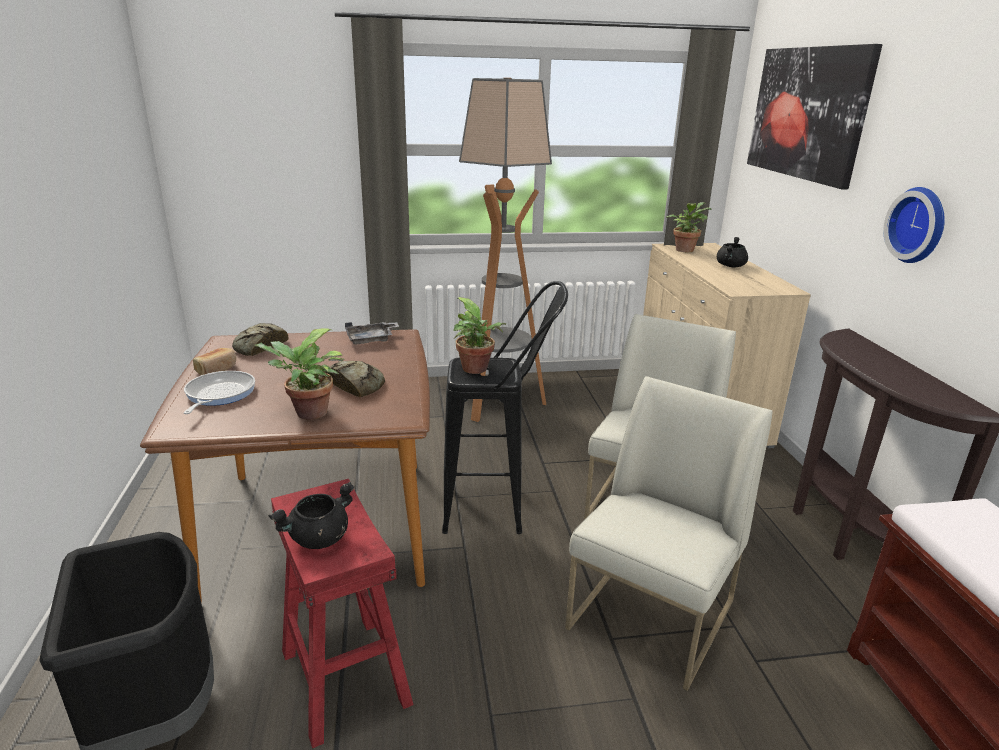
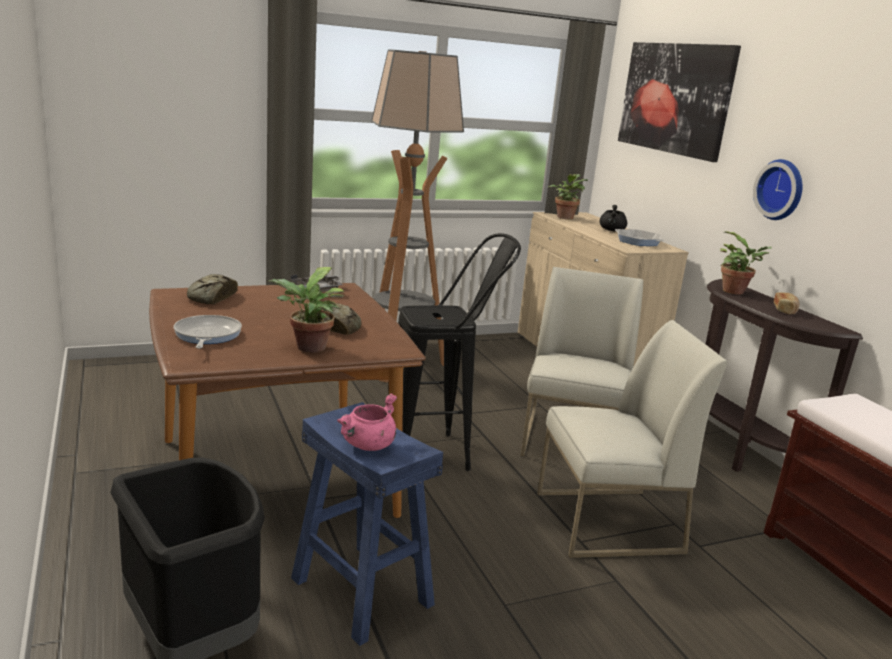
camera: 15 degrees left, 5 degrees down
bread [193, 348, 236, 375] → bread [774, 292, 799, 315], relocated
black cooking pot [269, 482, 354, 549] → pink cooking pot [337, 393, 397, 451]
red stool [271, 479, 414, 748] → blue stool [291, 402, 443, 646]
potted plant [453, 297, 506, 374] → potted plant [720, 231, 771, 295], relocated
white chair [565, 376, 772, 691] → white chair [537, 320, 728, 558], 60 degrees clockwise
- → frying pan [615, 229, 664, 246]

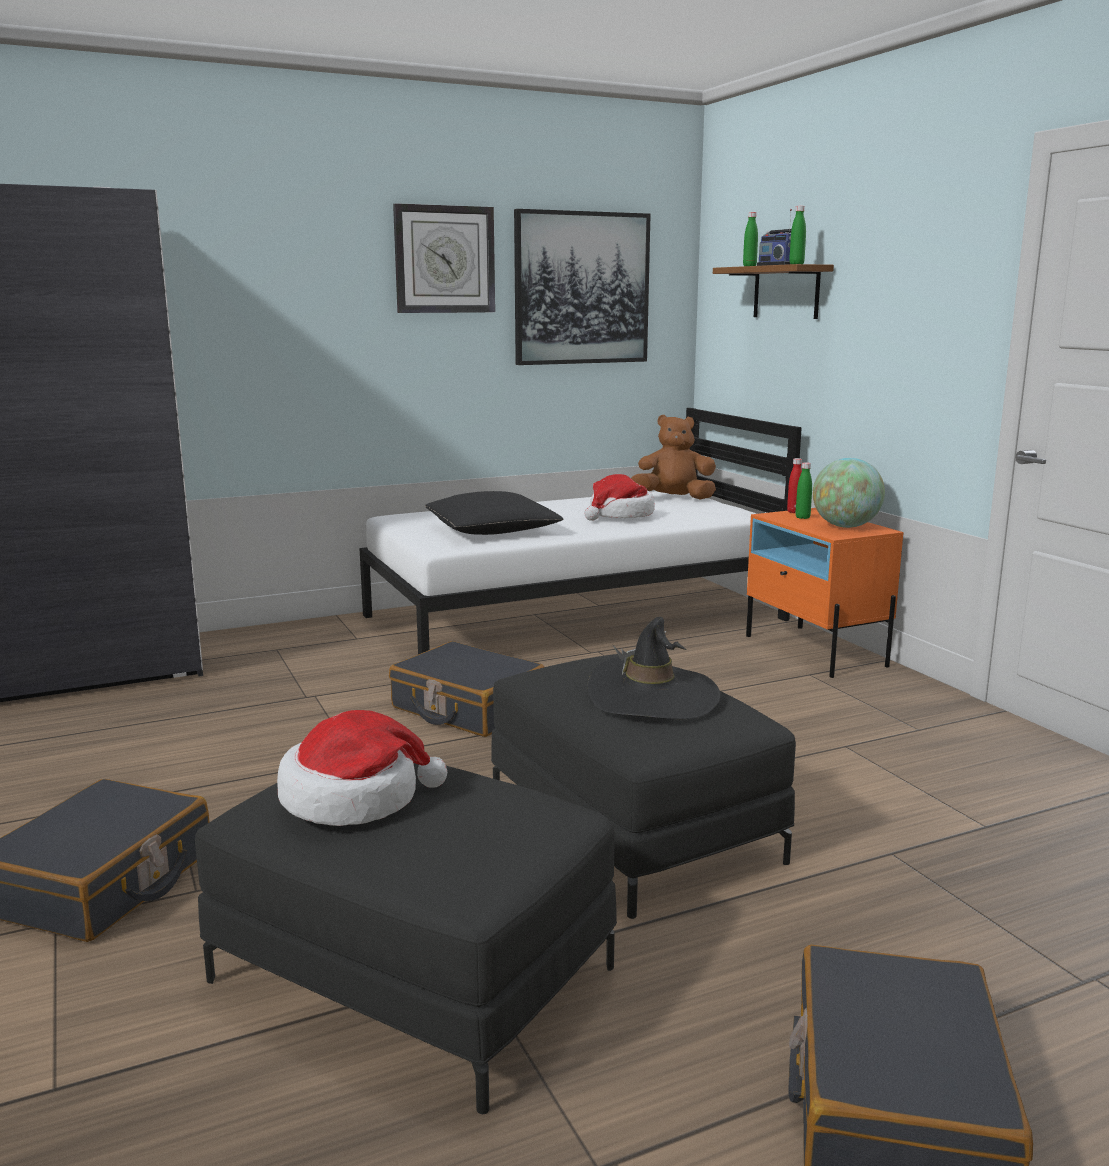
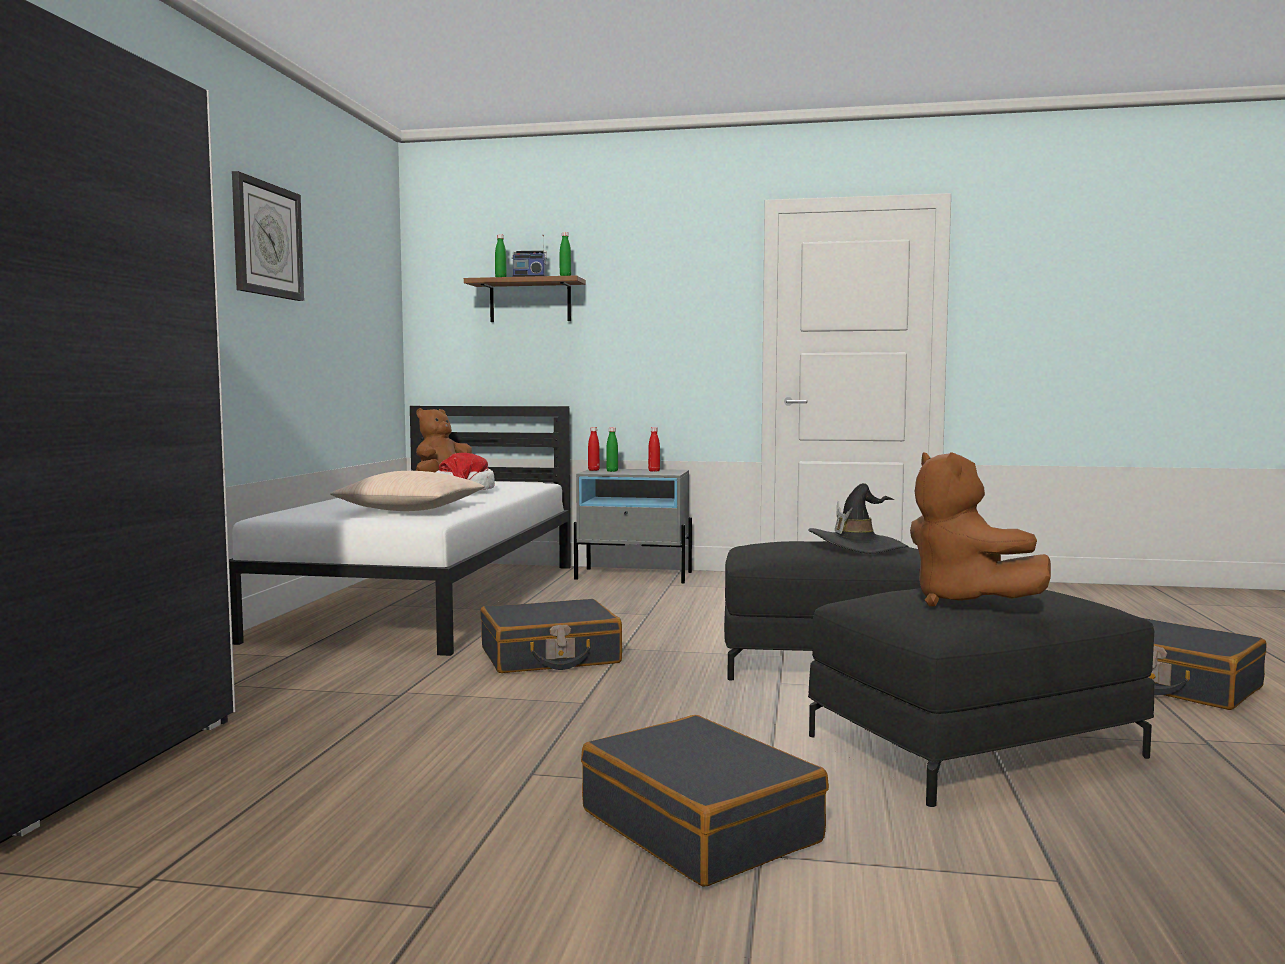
camera: 55 degrees left, 10 degrees down
hat [277, 710, 447, 826] → brown plush toy [910, 452, 1051, 606]
black pillow [425, 491, 563, 535] → beige pillow [330, 471, 485, 511]
picture [514, 209, 651, 365] → -
orange nightstand [746, 508, 904, 678] → grey nightstand [574, 468, 692, 583]
globe [813, 458, 885, 528] → red bottle [648, 427, 660, 472]

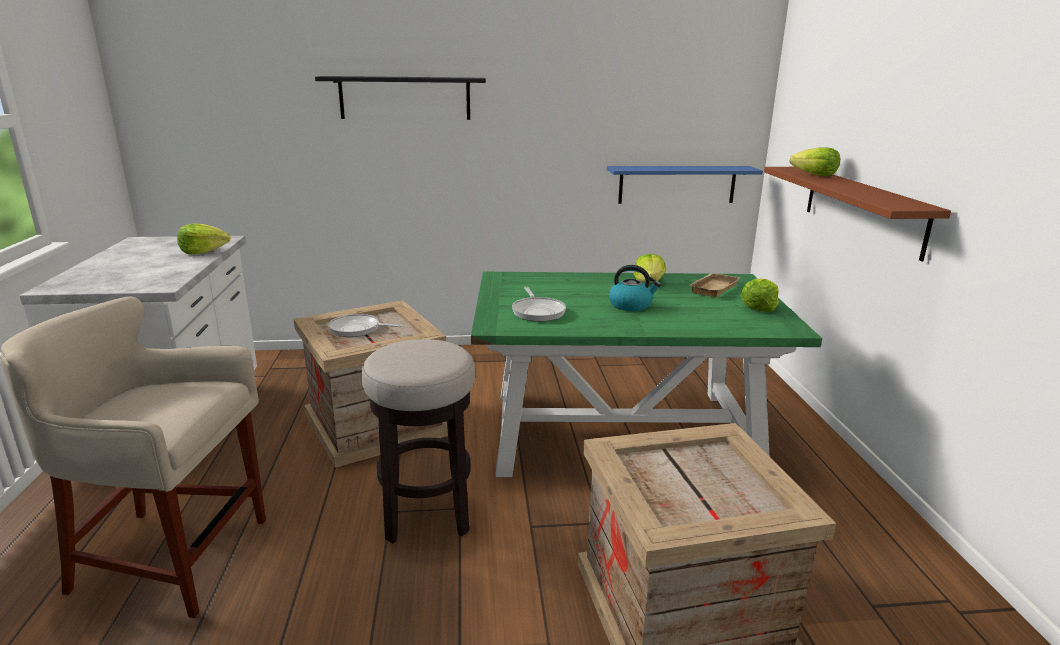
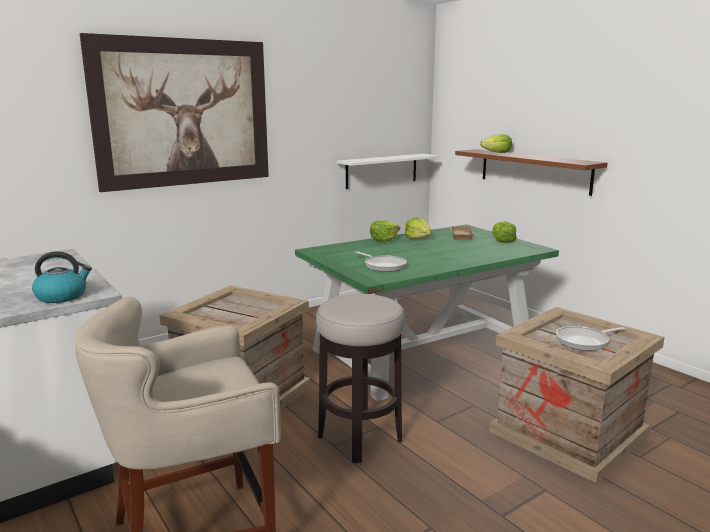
camera: 30 degrees left, 5 degrees down
lettuce [177, 223, 231, 254] → lettuce [370, 220, 400, 242], relocated
black shelf [315, 76, 486, 120] → picture [80, 33, 269, 192]
frying pan [328, 314, 403, 337] → frying pan [556, 326, 625, 351], relocated
blue shelf [607, 166, 763, 204] → white shelf [337, 154, 439, 189]
kettle [609, 265, 661, 311] → kettle [32, 252, 92, 303], relocated

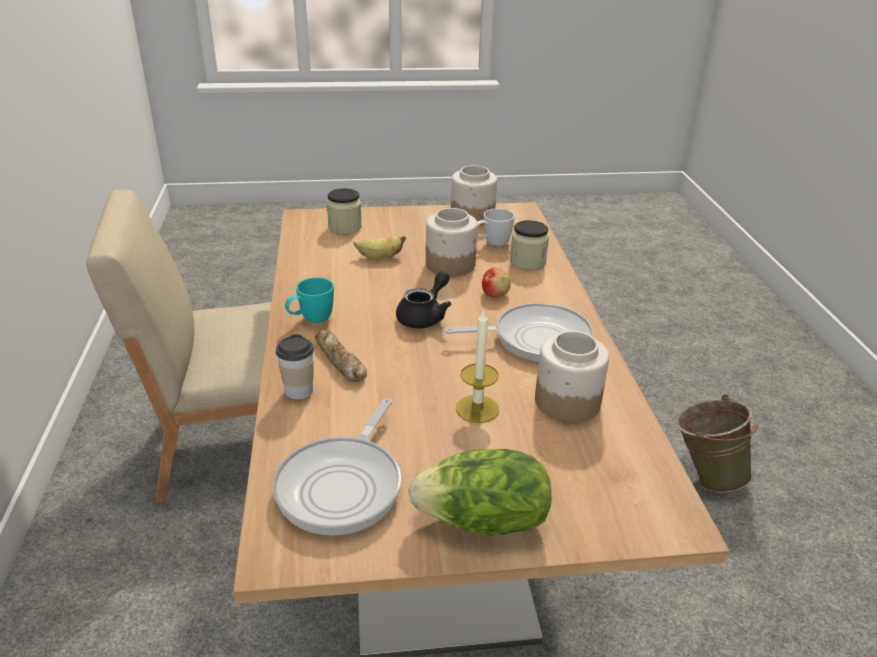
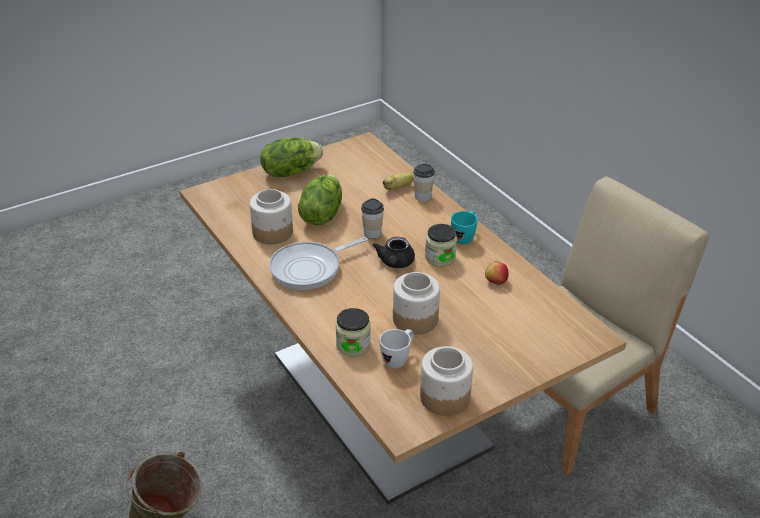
camera: 155 degrees right, 5 degrees up
frying pan [273, 398, 401, 535] → -
bread [315, 329, 367, 382] → -
jar [327, 188, 362, 234] → jar [425, 224, 457, 267], relocated
banana [354, 235, 406, 259] → banana [383, 173, 414, 190], relocated
candle [456, 309, 499, 423] → lettuce [298, 175, 342, 225]
apple [482, 268, 511, 297] → apple [485, 261, 509, 285], relocated
- → cup [361, 198, 384, 239]

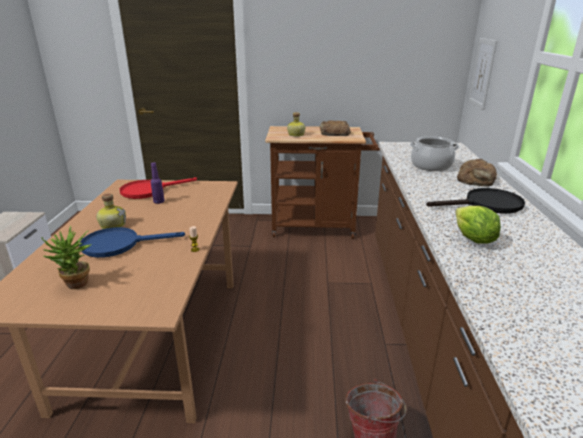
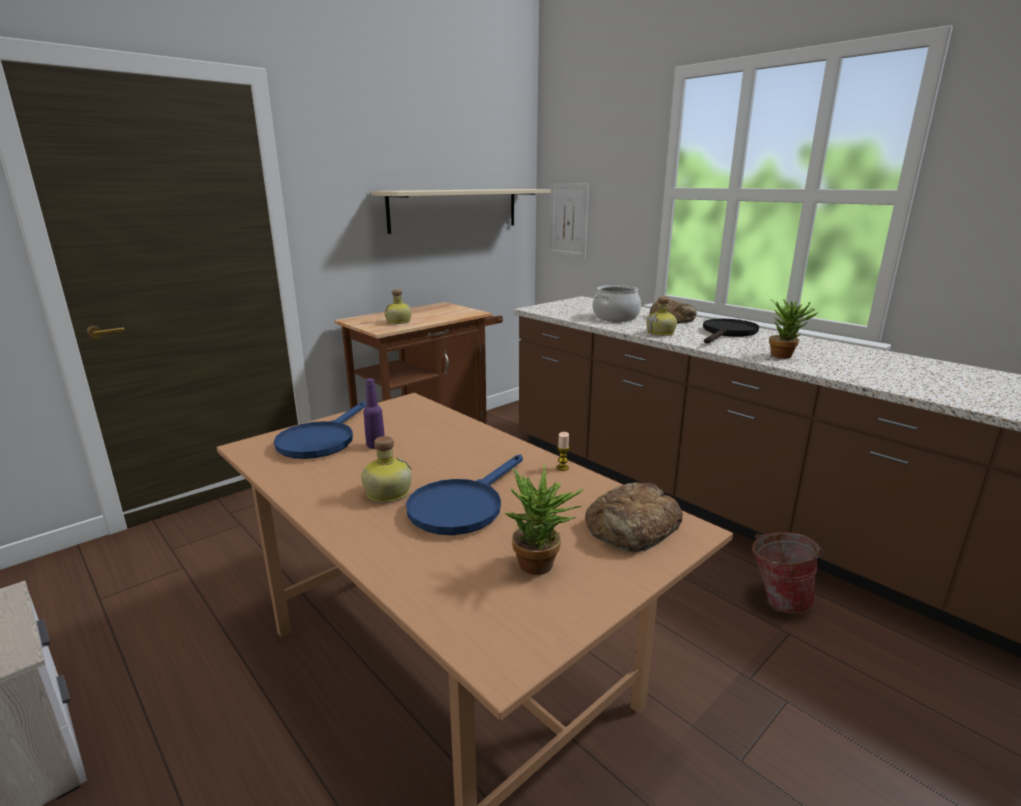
camera: 45 degrees left, 5 degrees down
red frying pan [120, 177, 197, 199] → blue frying pan [274, 401, 366, 459]
bread [320, 121, 351, 136] → bread [585, 482, 683, 552], relocated
lettuce [455, 206, 501, 244] → potted plant [769, 299, 819, 359]
- → beige shelf [371, 189, 551, 234]
- → bottle [646, 297, 677, 336]

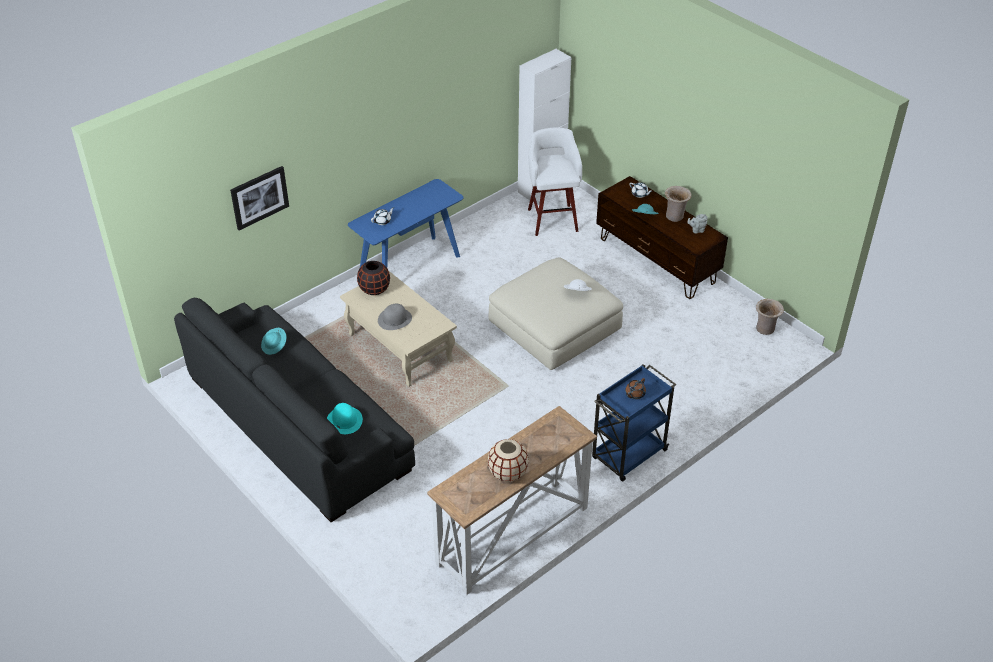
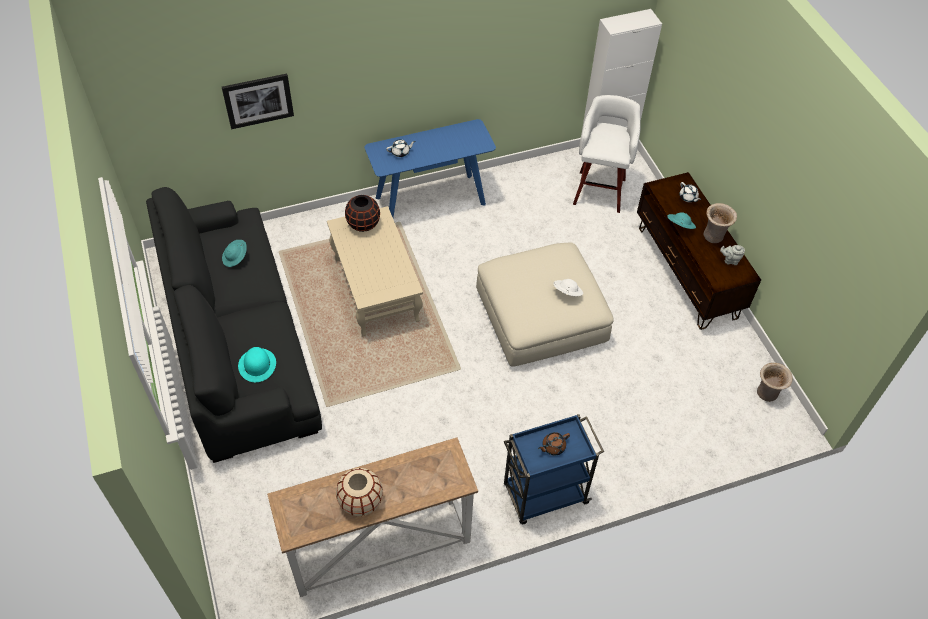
camera: 20 degrees right, 10 degrees up
grey hat [378, 304, 412, 330] → -

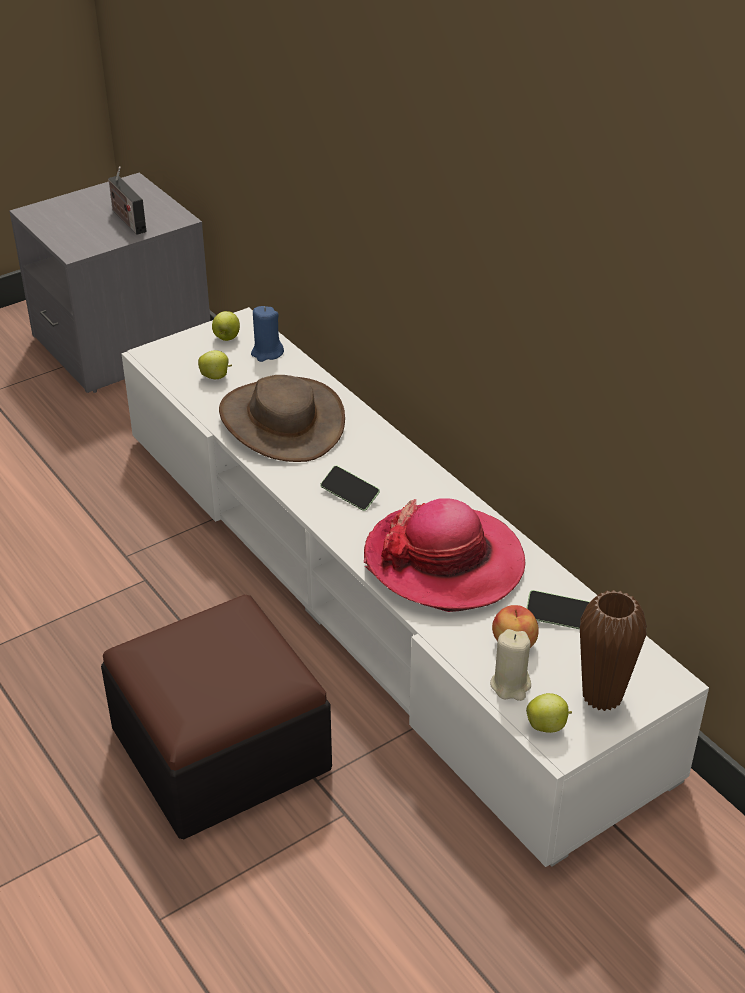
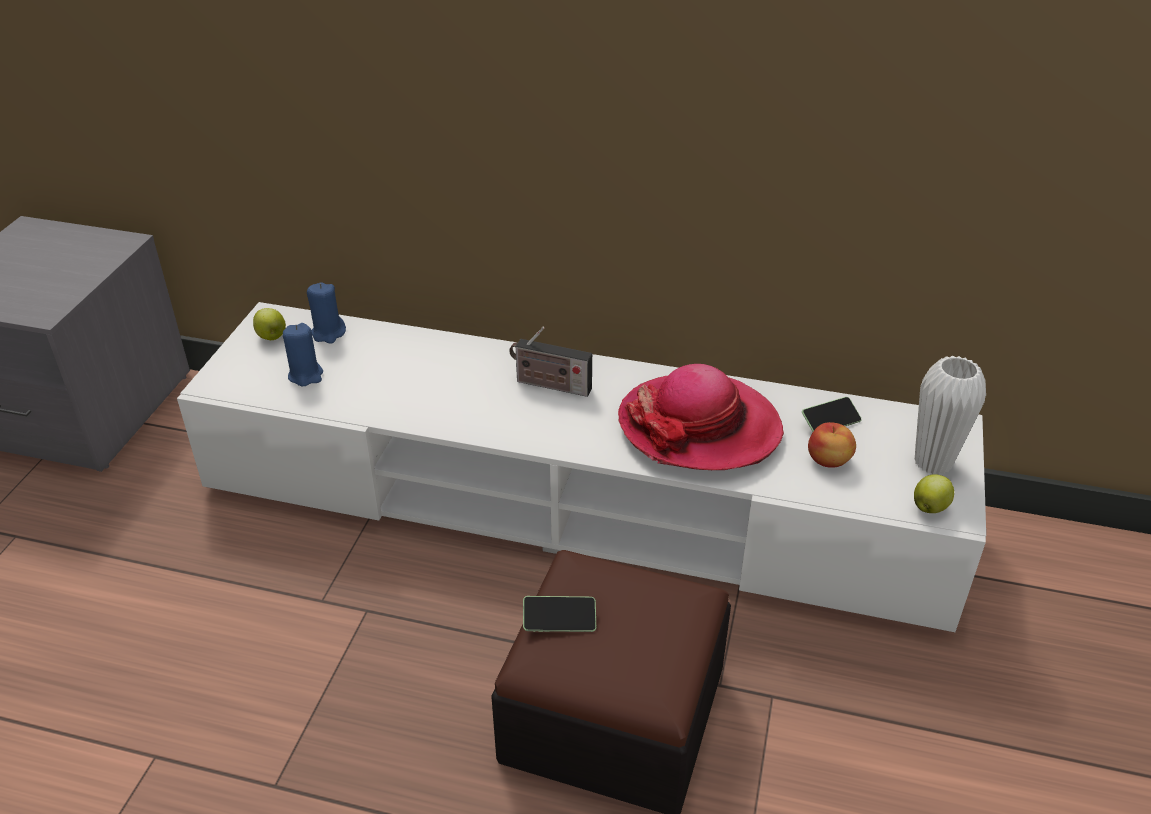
camera: 40 degrees left, 0 degrees up
radio [108, 166, 147, 235] → radio [509, 327, 592, 397], relocated
apple [198, 350, 232, 379] → blue candle [283, 323, 323, 387]
brown hat [219, 375, 345, 462] → -
phone [320, 466, 380, 511] → phone [523, 596, 596, 632], relocated
beige candle [490, 629, 531, 701] → -
brown vase [580, 590, 647, 711] → white vase [915, 356, 986, 475]

